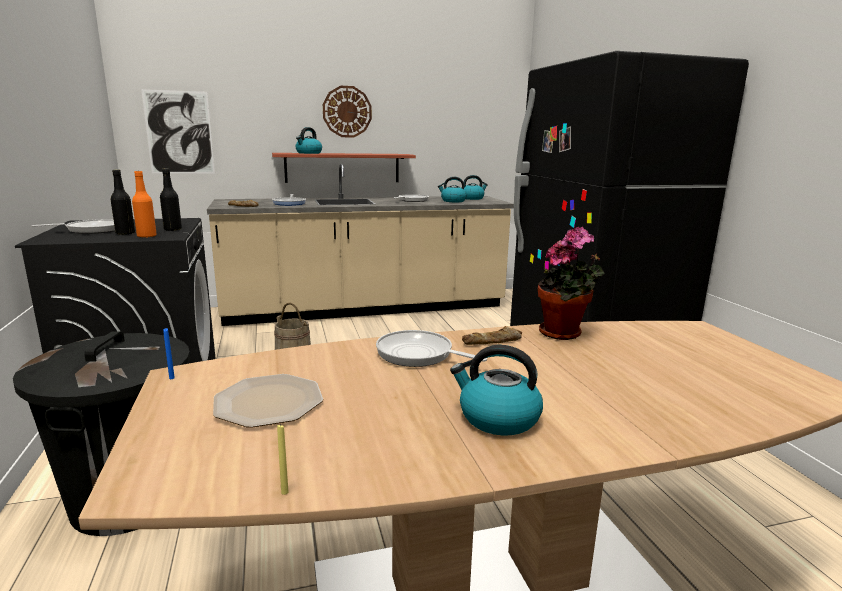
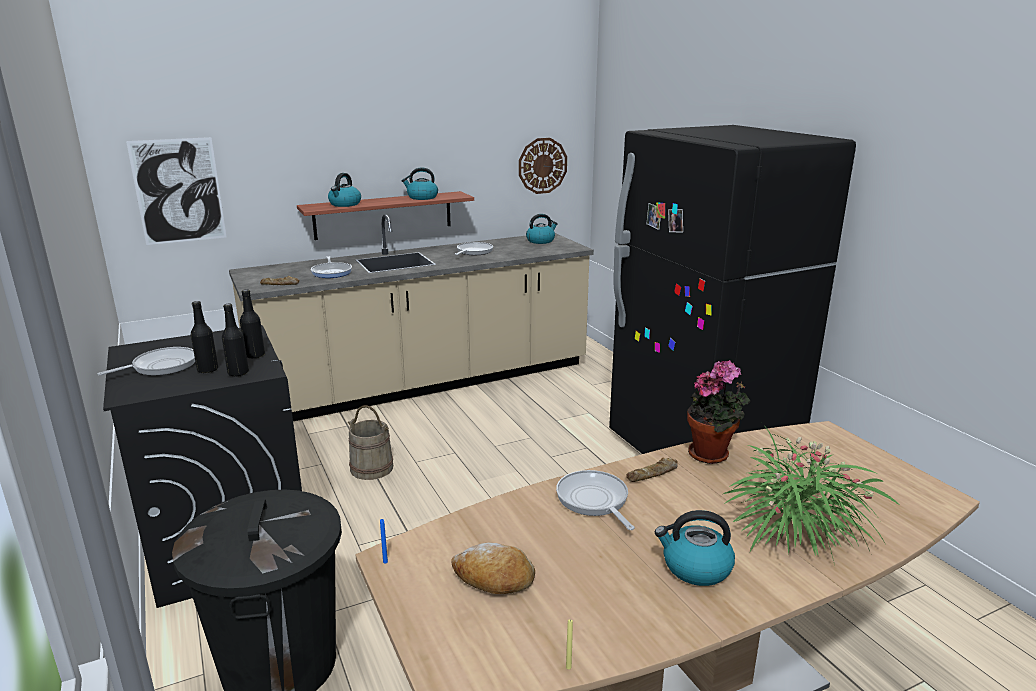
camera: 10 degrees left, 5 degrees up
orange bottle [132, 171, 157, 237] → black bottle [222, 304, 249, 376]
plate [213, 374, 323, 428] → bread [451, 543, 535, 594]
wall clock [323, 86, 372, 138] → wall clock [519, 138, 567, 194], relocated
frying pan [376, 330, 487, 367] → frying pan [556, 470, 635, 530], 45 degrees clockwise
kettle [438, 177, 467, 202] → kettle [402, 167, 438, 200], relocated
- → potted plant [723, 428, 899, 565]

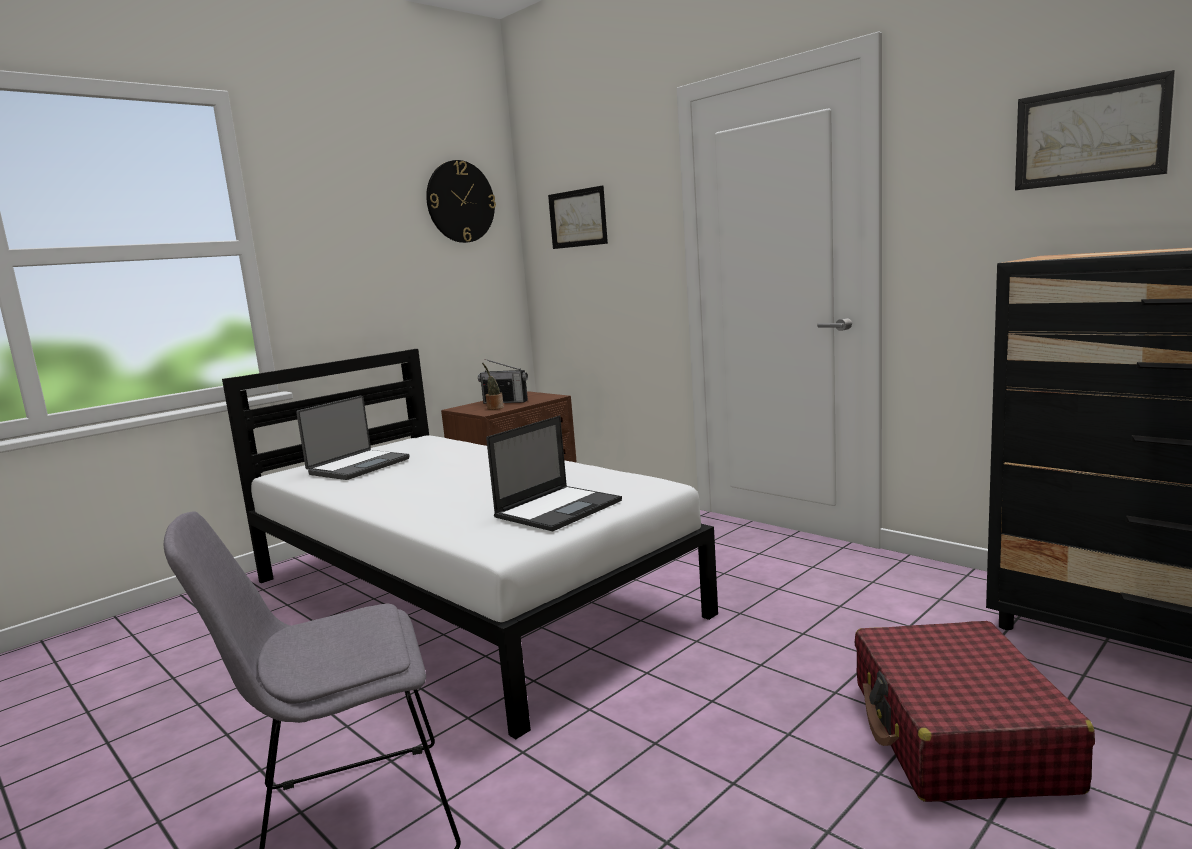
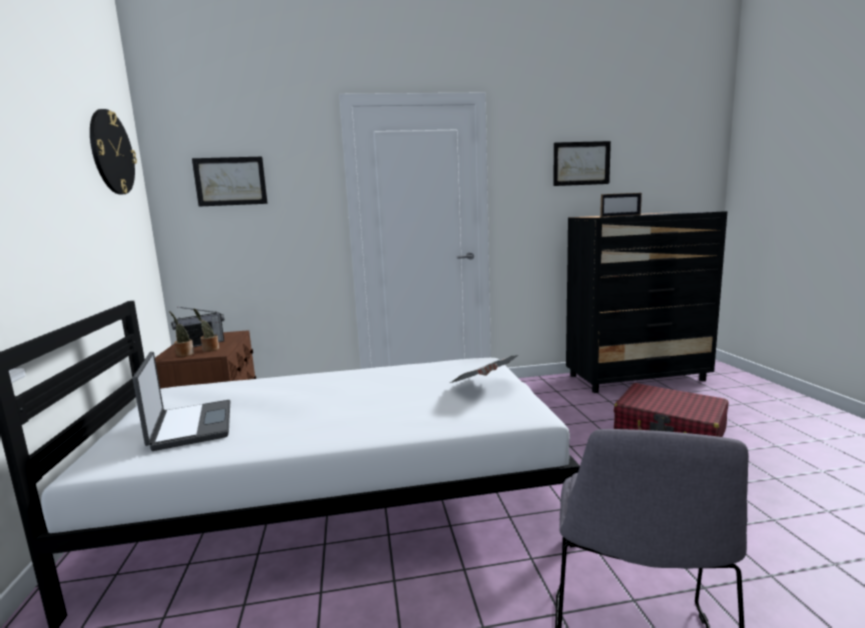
camera: 55 degrees left, 0 degrees up
laptop [486, 416, 622, 531] → newspaper [450, 355, 518, 383]
- → potted plant [169, 311, 194, 357]
- → picture frame [600, 193, 642, 217]

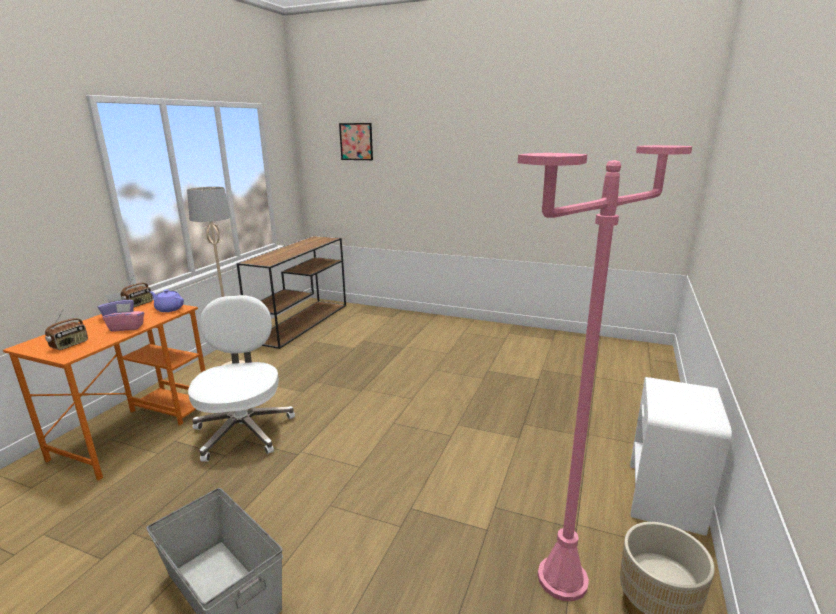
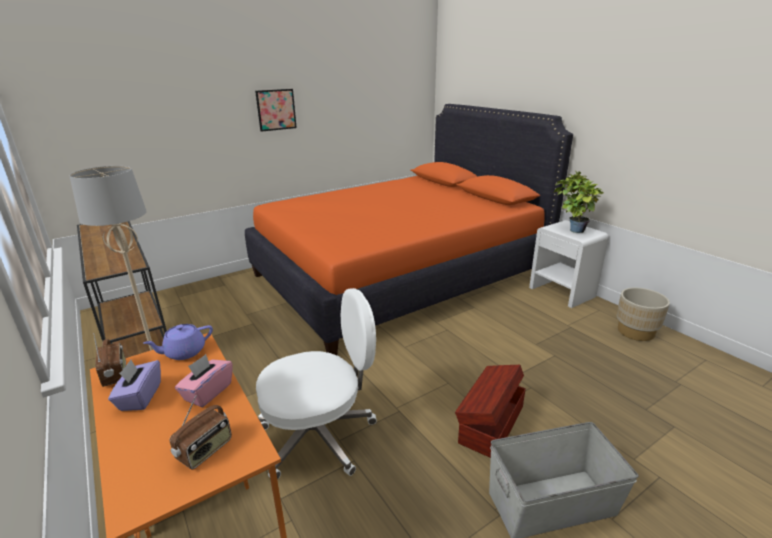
camera: 55 degrees left, 5 degrees up
radio [45, 309, 88, 350] → radio [170, 395, 232, 469], 60 degrees clockwise
white office chair [188, 295, 295, 462] → white office chair [256, 288, 377, 480], 135 degrees clockwise
picture [339, 123, 373, 160] → picture [255, 89, 297, 132], relocated
pink floor lamp [518, 145, 692, 601] → -
- → orange bed [245, 104, 573, 355]
- → brown storage box [455, 365, 526, 458]
- → potted plant [553, 171, 603, 233]

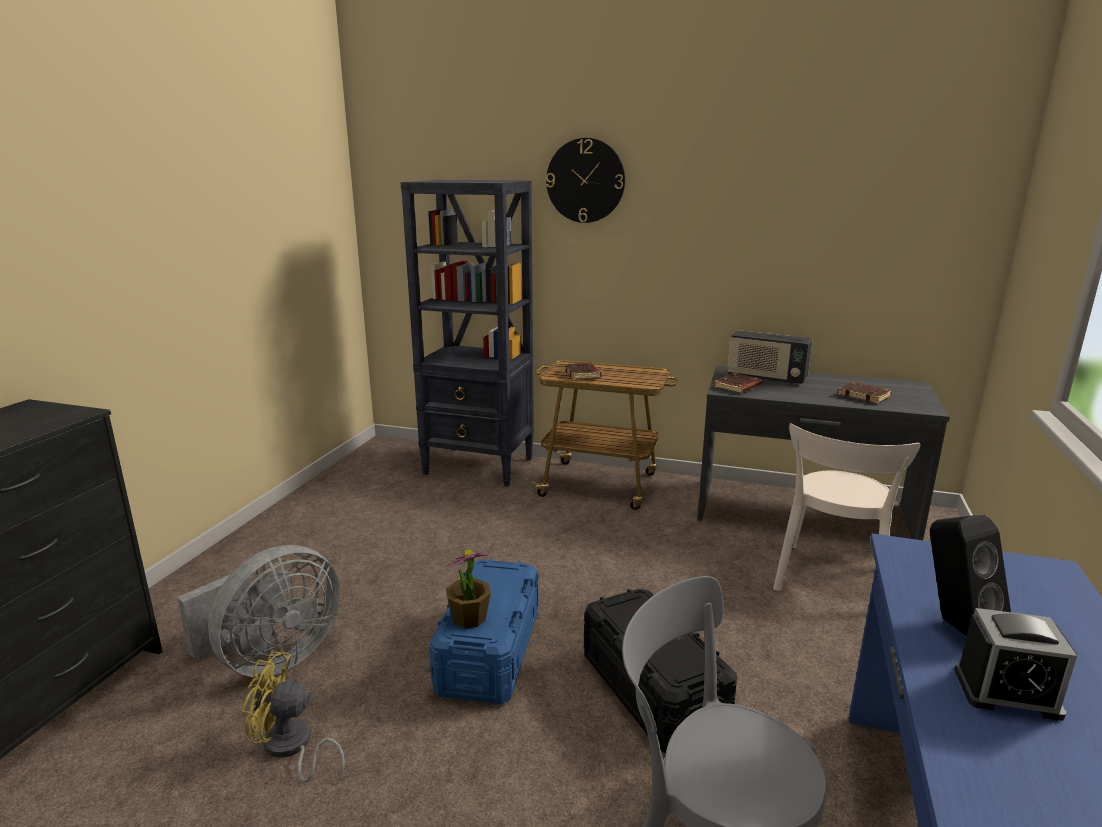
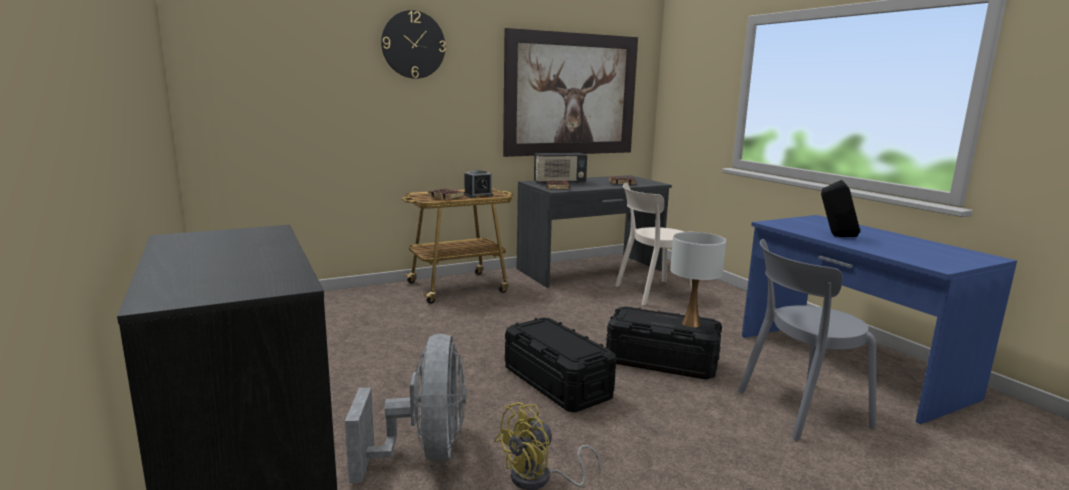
camera: 45 degrees left, 5 degrees down
black bookcase [401, 180, 534, 487] → -
blue storage box [429, 558, 538, 704] → black storage box [505, 318, 616, 412]
potted plant [444, 549, 491, 629] → -
beige chair [773, 423, 921, 591] → beige chair [615, 183, 692, 306], 90 degrees clockwise
alarm clock [954, 608, 1077, 721] → alarm clock [465, 170, 493, 198], relocated
- → picture [503, 28, 638, 157]
- → white table lamp [670, 232, 726, 327]

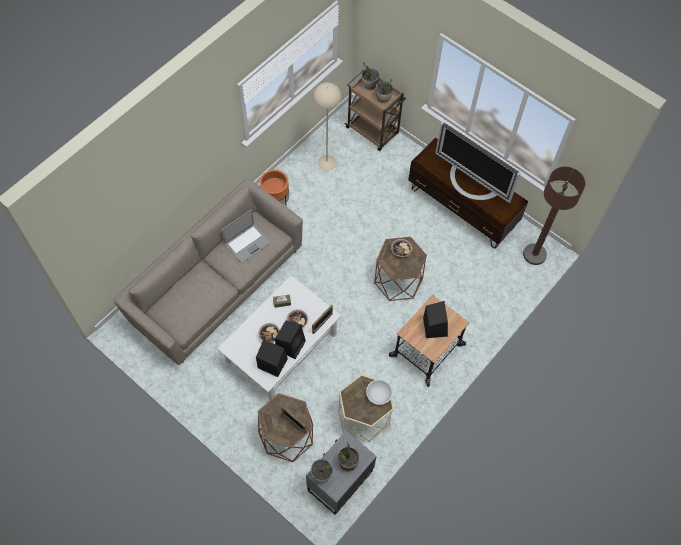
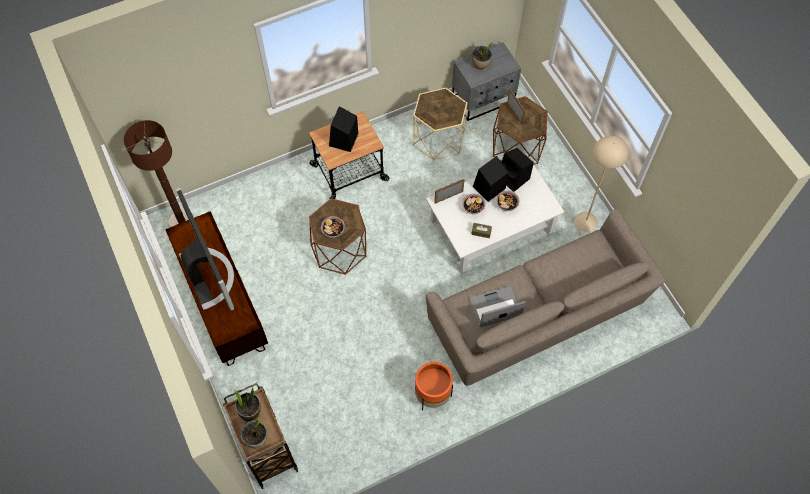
camera: 155 degrees left, 0 degrees up
potted plant [311, 459, 333, 483] → -
beige floor lamp [313, 82, 342, 171] → beige floor lamp [574, 135, 629, 232], relocated
white bowl [366, 380, 393, 405] → -

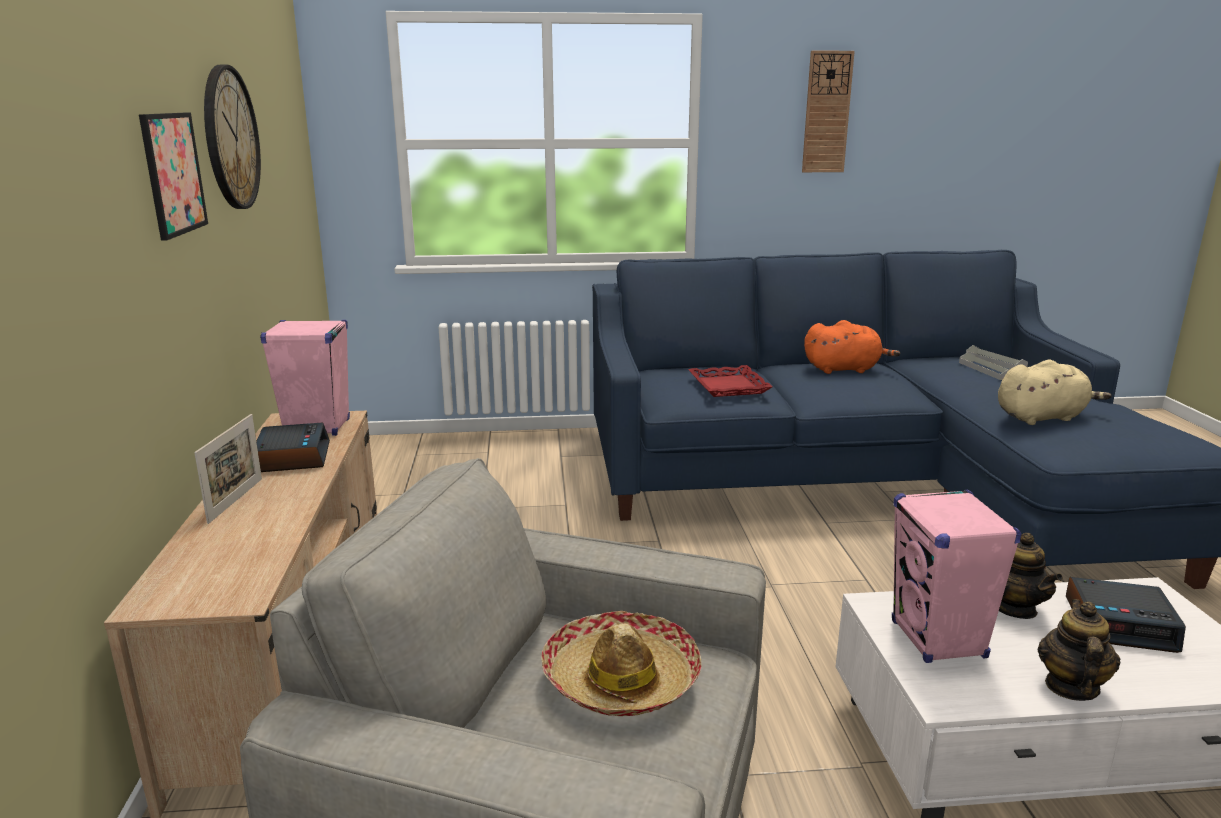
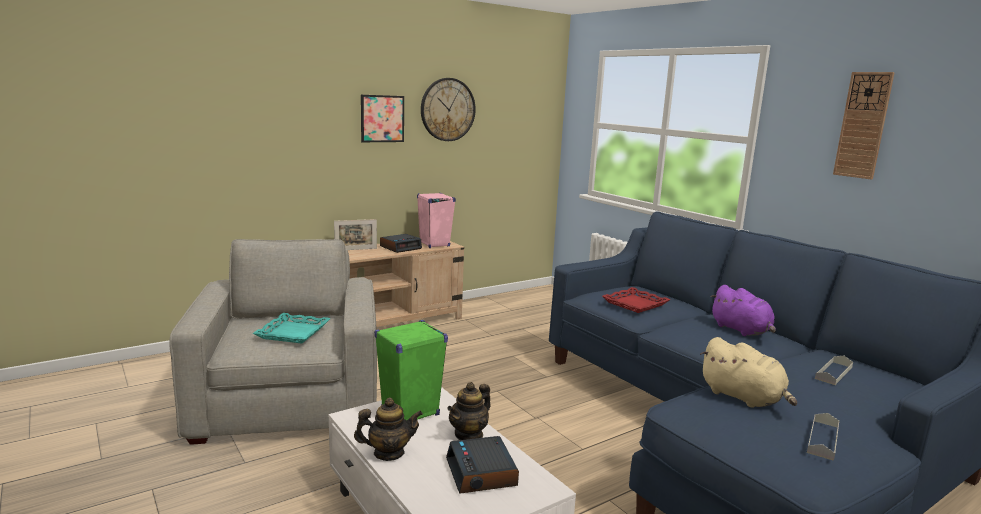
camera: 60 degrees right, 5 degrees down
hat [541, 611, 702, 716] → turquoise tray [253, 313, 331, 344]
orange plush toy [804, 320, 900, 374] → purple plush toy [710, 285, 776, 336]
pink speaker [892, 489, 1021, 663] → green speaker [374, 320, 448, 420]
grey tray [966, 345, 1028, 369] → grey tray [807, 413, 839, 461], relocated

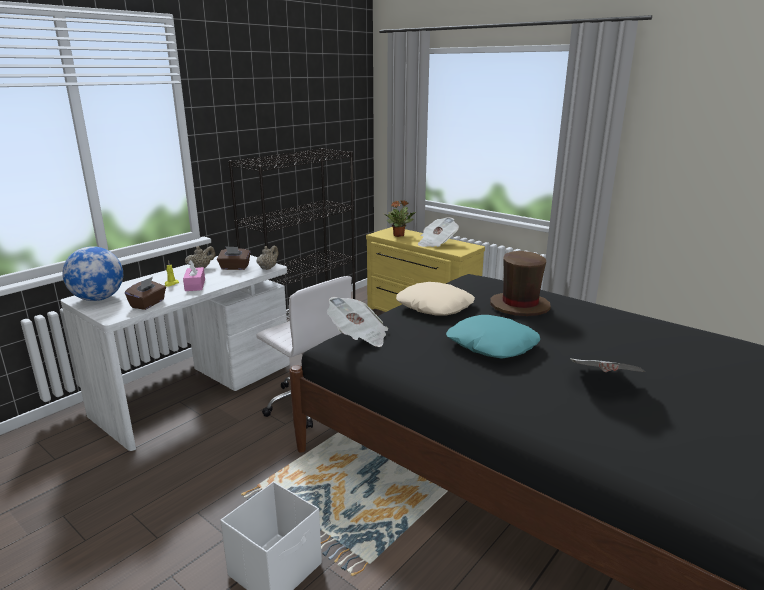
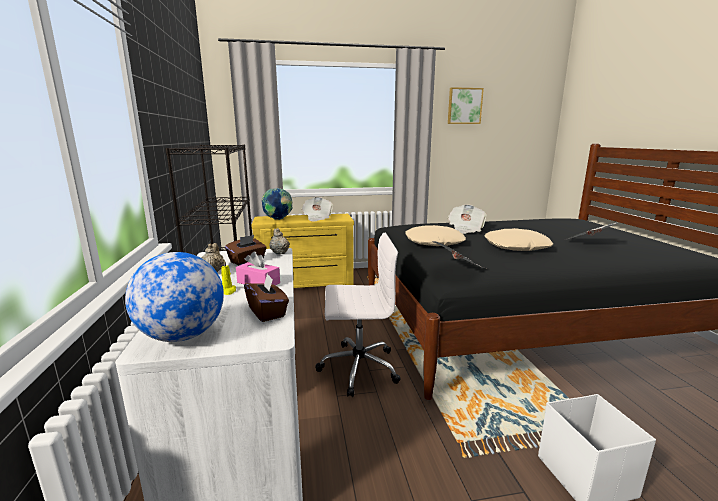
camera: 50 degrees left, 5 degrees down
potted plant [384, 200, 416, 237] → globe [262, 188, 293, 220]
turquoise pillow [446, 315, 540, 359] → beige pillow [485, 228, 553, 251]
brown hat [490, 251, 551, 316] → newspaper [448, 204, 487, 234]
- → picture [448, 87, 484, 124]

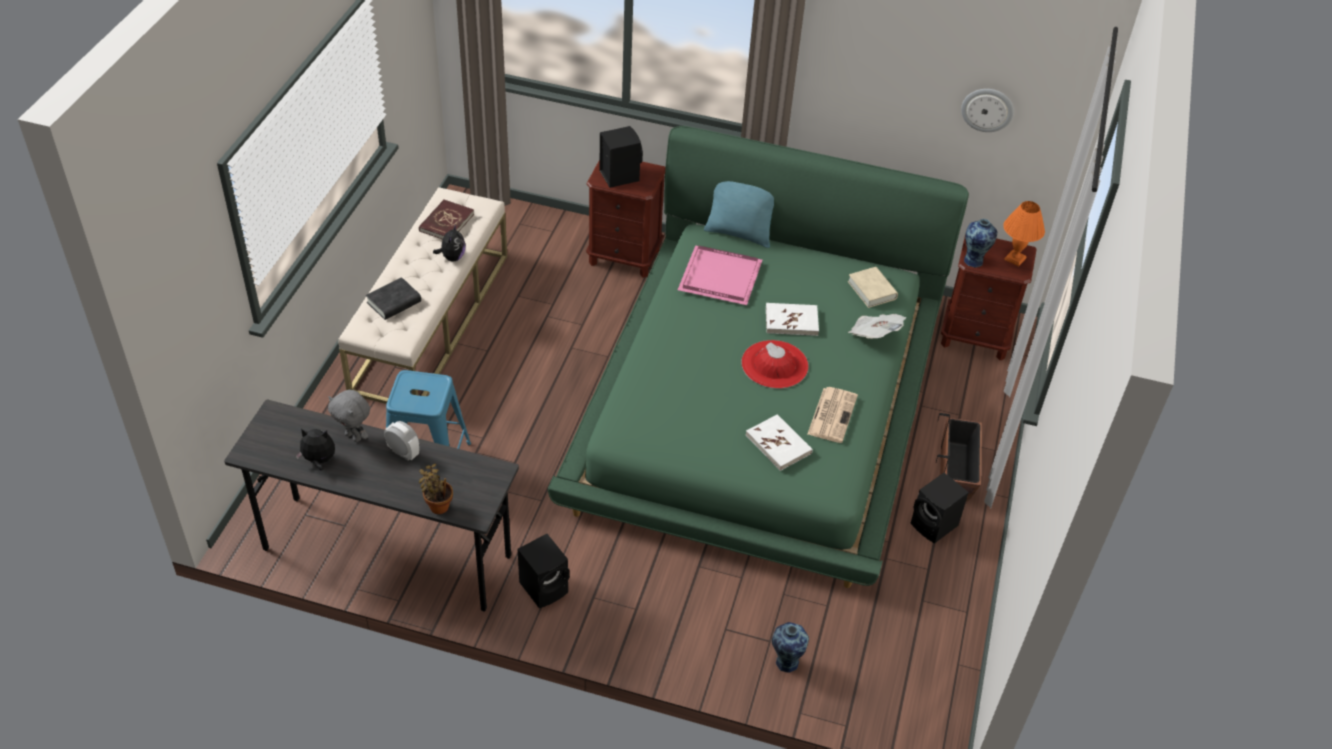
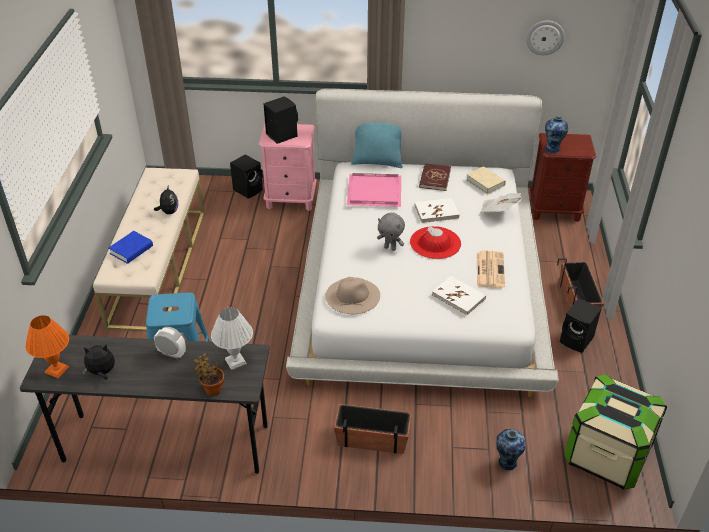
camera: 10 degrees left, 5 degrees down
grey plush toy [328, 390, 370, 442] → grey plush toy [377, 213, 405, 251], relocated
black book [366, 277, 421, 320] → blue book [109, 231, 153, 264]
red book [419, 199, 474, 240] → red book [419, 163, 451, 191], relocated
black speaker [518, 534, 570, 608] → black speaker [230, 155, 263, 198], relocated
green bed [548, 126, 969, 588] → white bed [286, 89, 559, 398]
brown nightstand [586, 159, 666, 278] → pink nightstand [259, 124, 317, 211]
orange table lamp [1003, 201, 1045, 267] → orange table lamp [25, 315, 69, 378], relocated
- → white table lamp [211, 307, 253, 370]
- → beige hat [325, 277, 380, 314]
- → planter [334, 404, 412, 454]
- → storage box [564, 375, 667, 490]

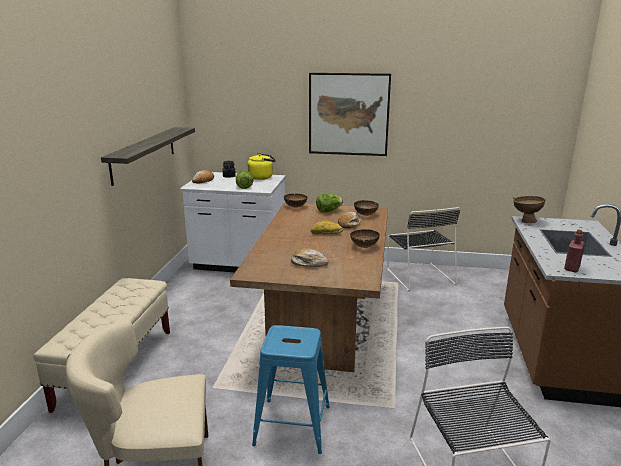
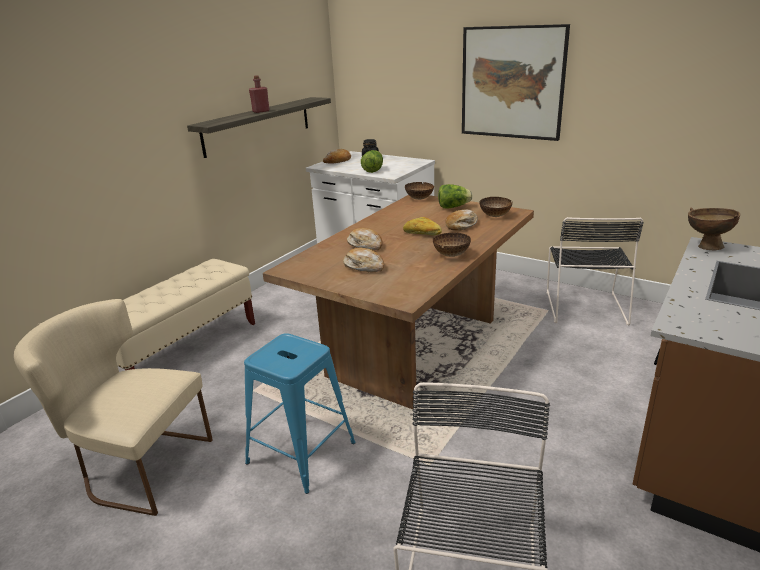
camera: 25 degrees right, 5 degrees up
yellow kettle [248, 153, 276, 180] → -
red bottle [564, 230, 585, 272] → red bottle [249, 75, 270, 113], relocated
- → bread [347, 228, 383, 251]

